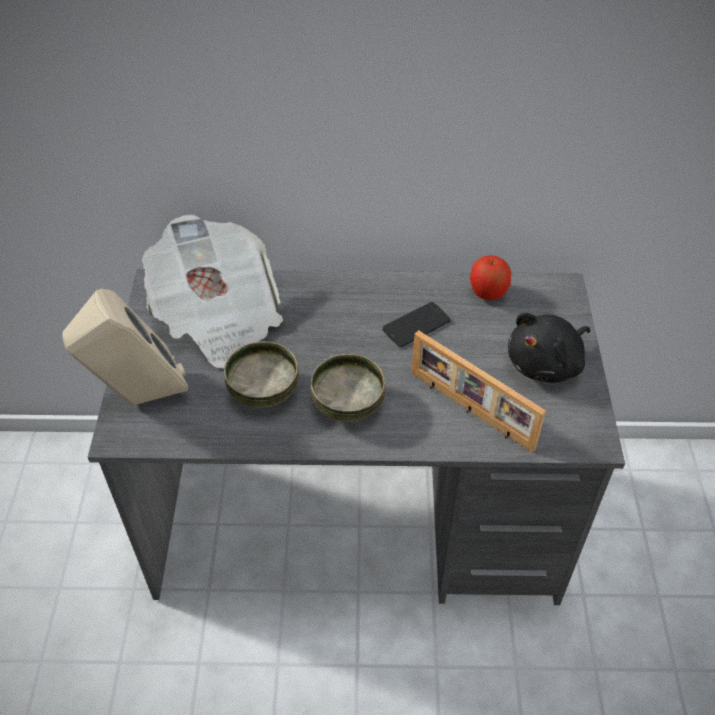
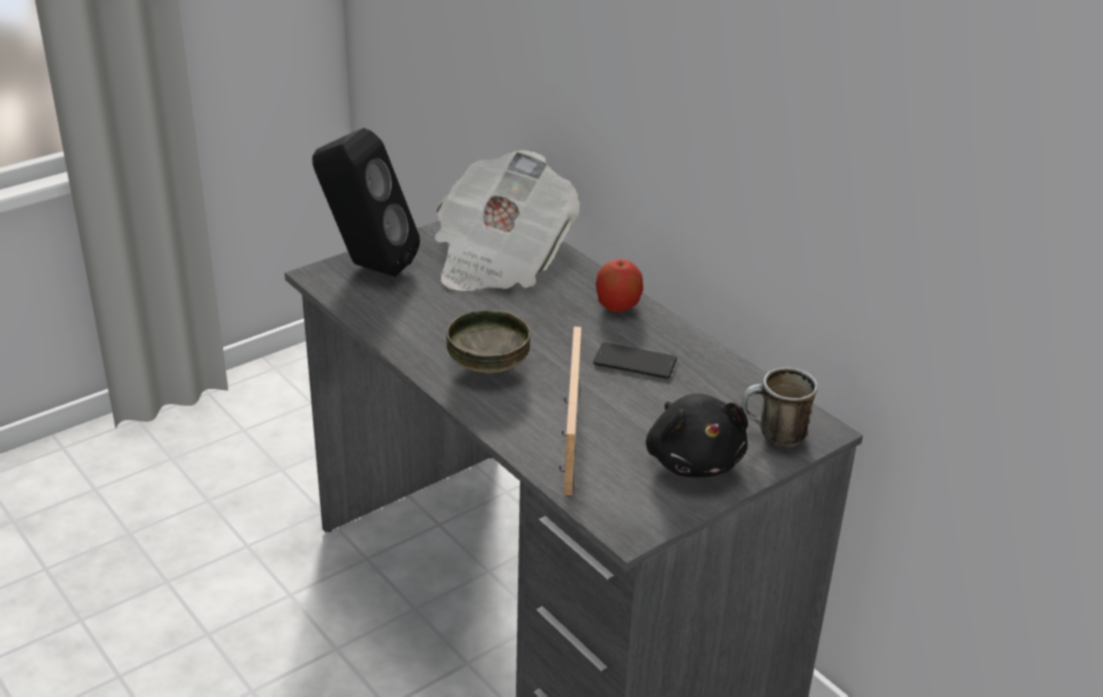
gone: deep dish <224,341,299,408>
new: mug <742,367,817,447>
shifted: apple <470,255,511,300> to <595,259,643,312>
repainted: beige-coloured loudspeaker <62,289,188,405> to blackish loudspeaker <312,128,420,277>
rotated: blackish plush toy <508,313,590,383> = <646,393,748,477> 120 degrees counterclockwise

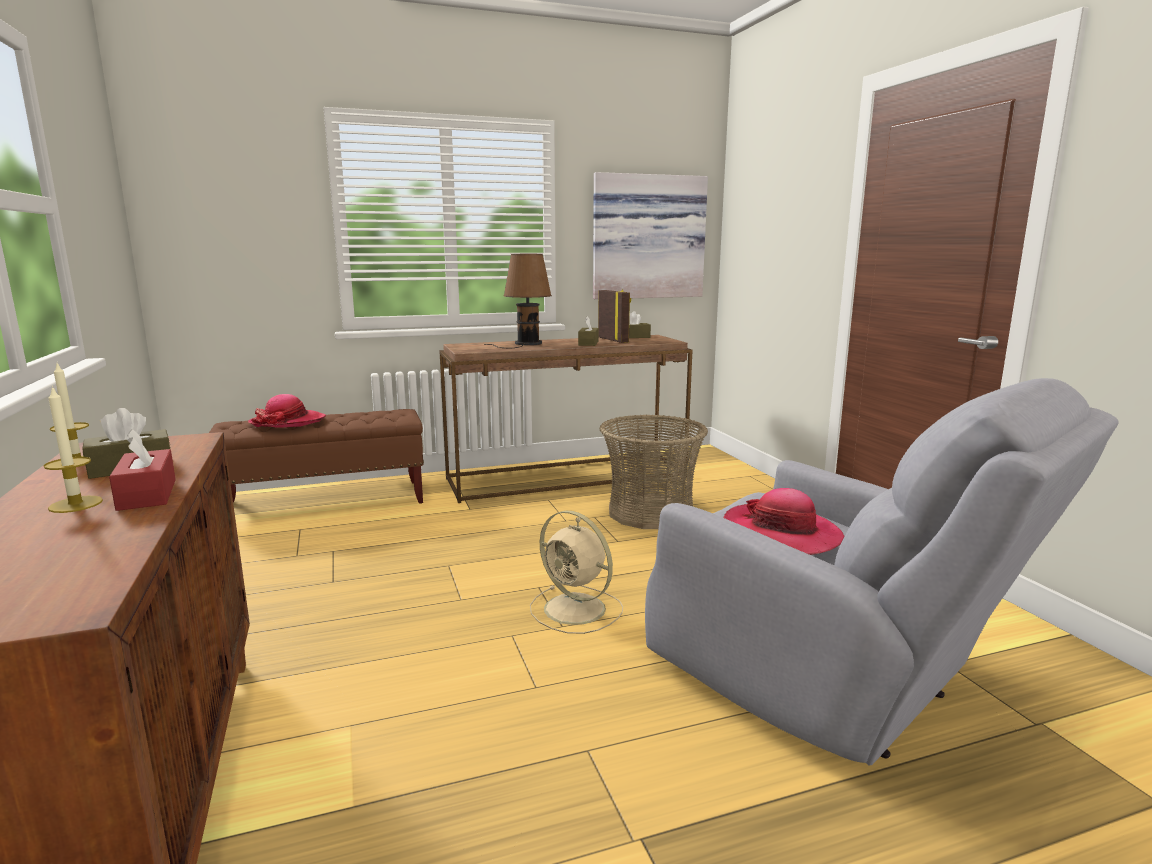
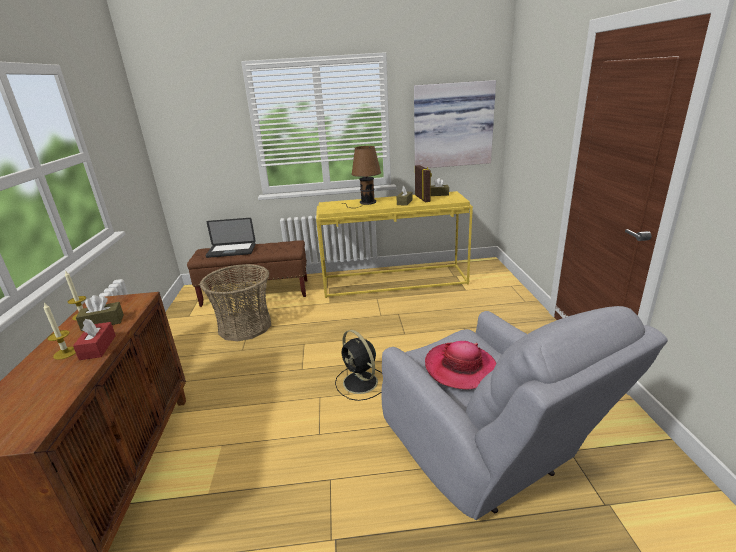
shifted: storage basket <600,414,708,529> to <200,264,271,341>
swapped: clothing hat <248,394,326,428> to portable computer <205,218,256,258>
repainted: brownish hall table <439,335,692,503> to yellowish hall table <316,191,473,298>; beige-coloured fan <530,511,623,634> to blackish fan <335,330,382,401>

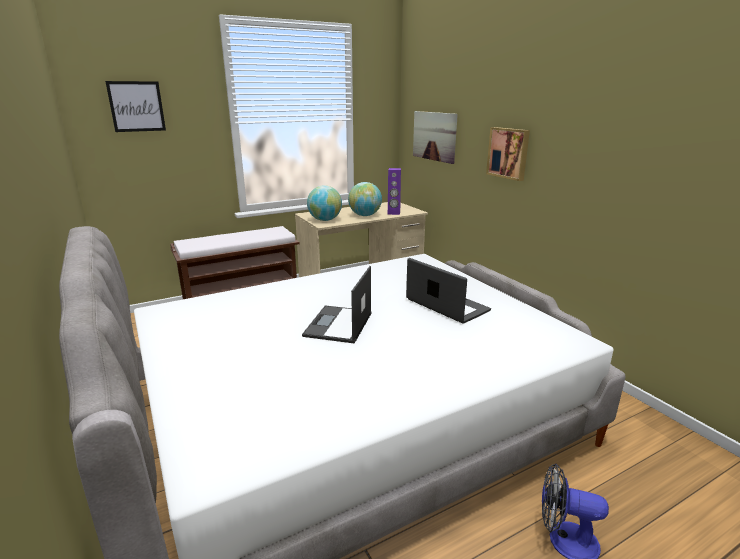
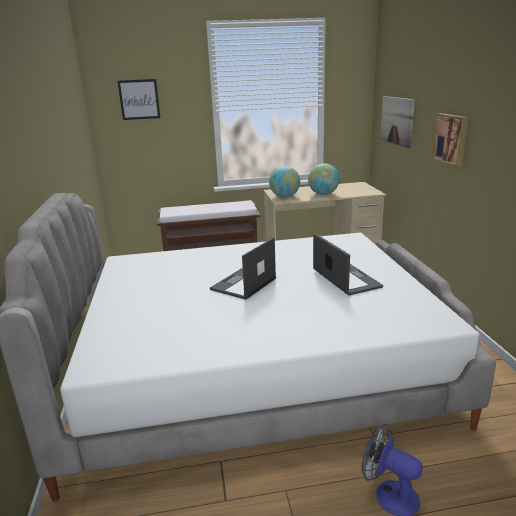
gone: purple-coloured loudspeaker <388,168,401,215>

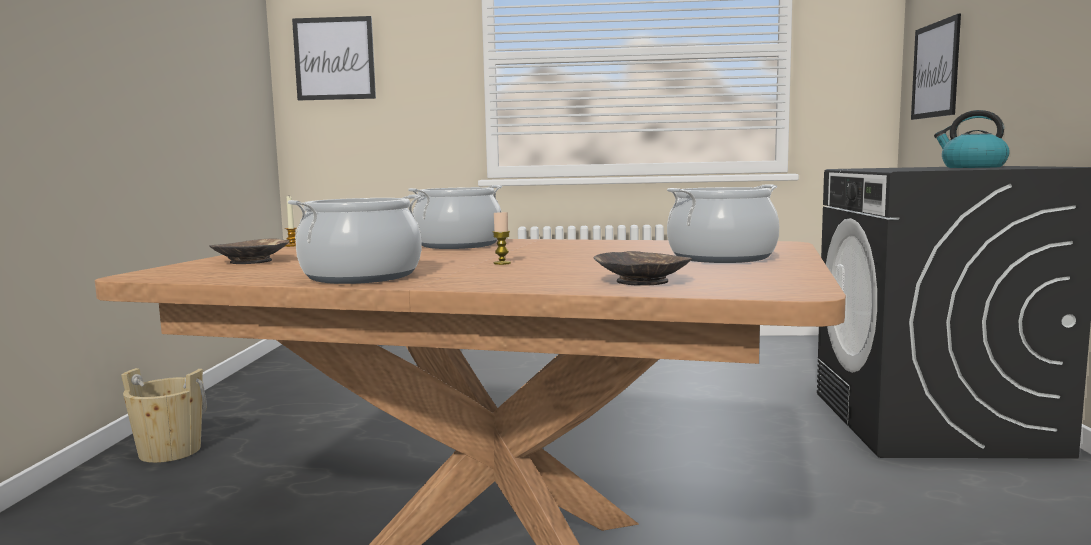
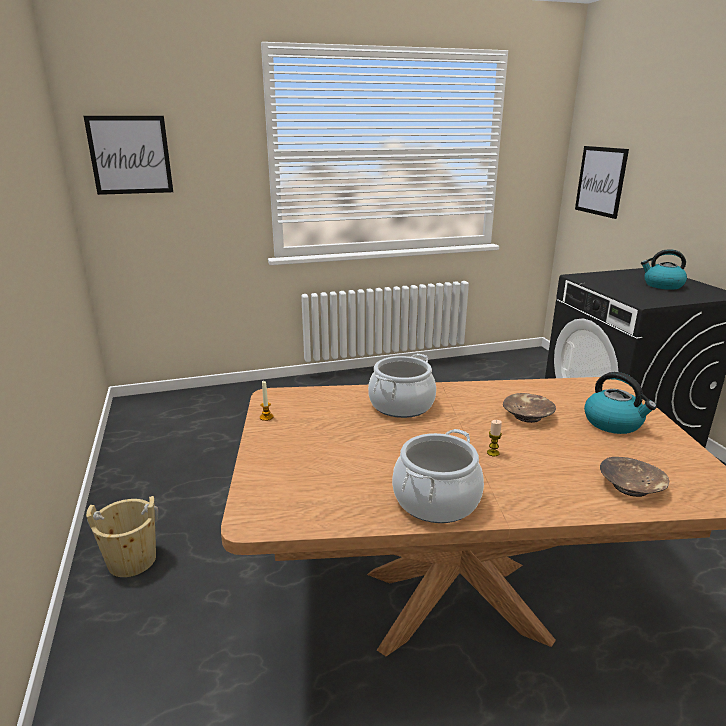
shifted: brownish deep dish <209,238,289,264> to <503,393,556,423>
swapped: stockpot <667,184,779,263> to water kettle <584,372,657,434>

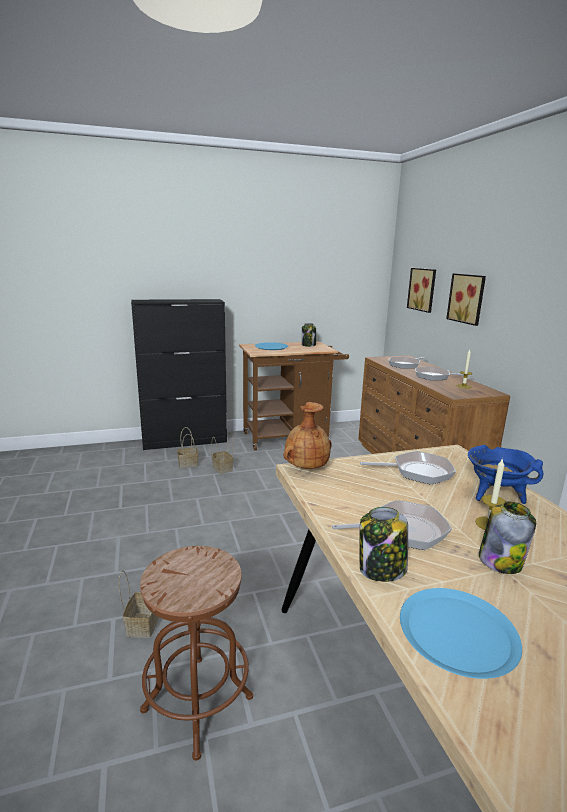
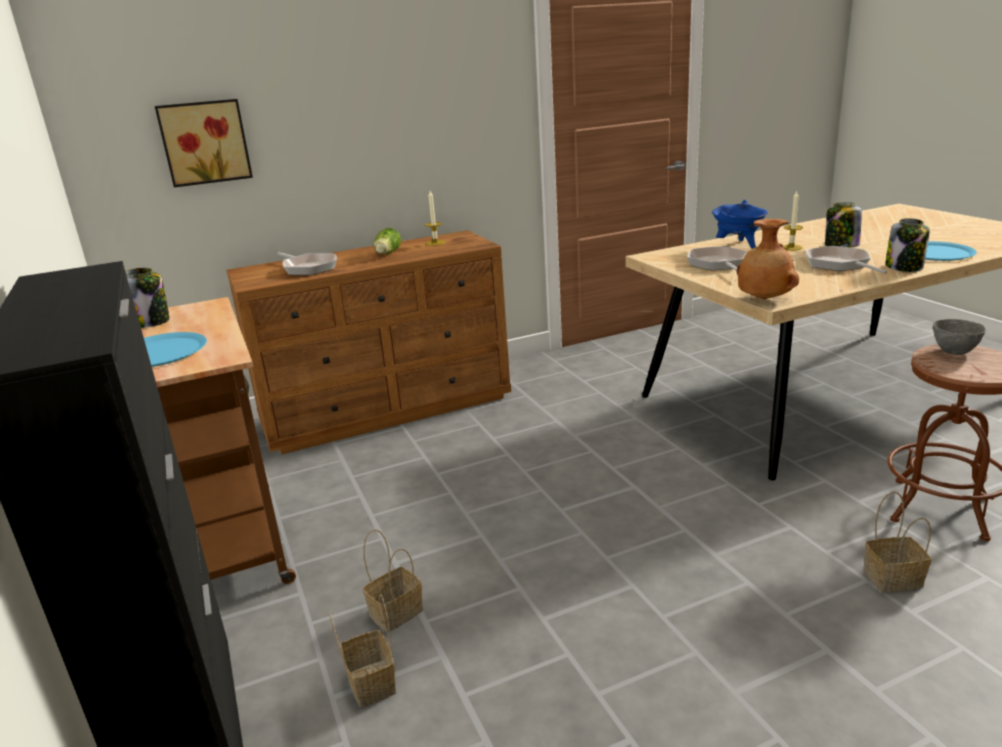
gone: picture <446,273,486,326>
new: gray deep dish <933,319,986,355>
swapped: pan <415,367,473,381> to head of lettuce <374,228,401,255>

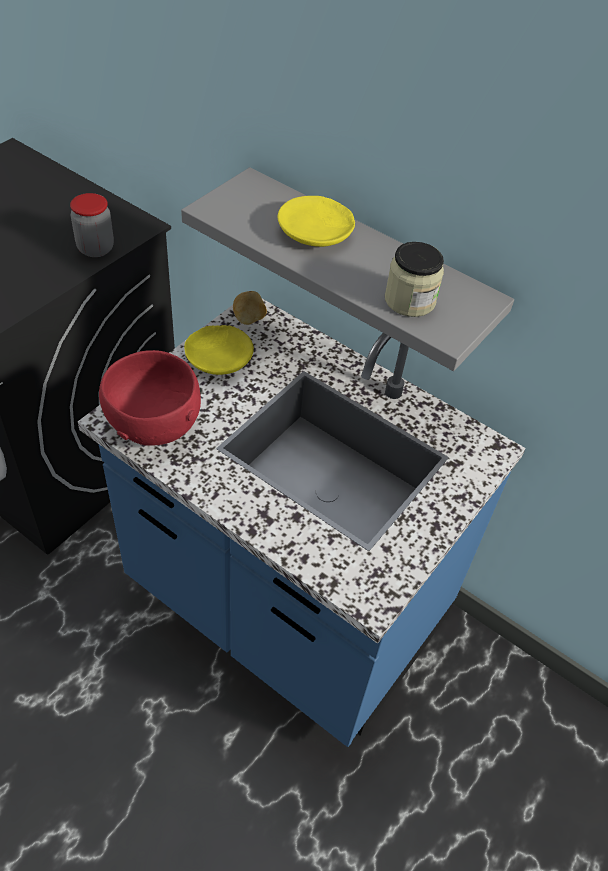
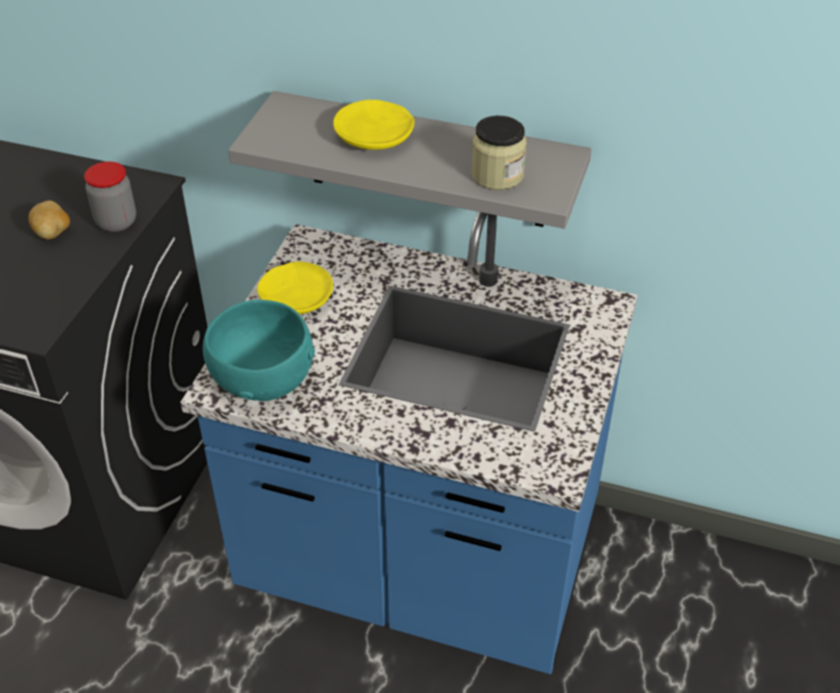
shifted: whole potato <233,291,267,325> to <28,200,70,239>
repainted: red deep dish <99,350,201,446> to turquoise-coloured deep dish <203,300,315,401>

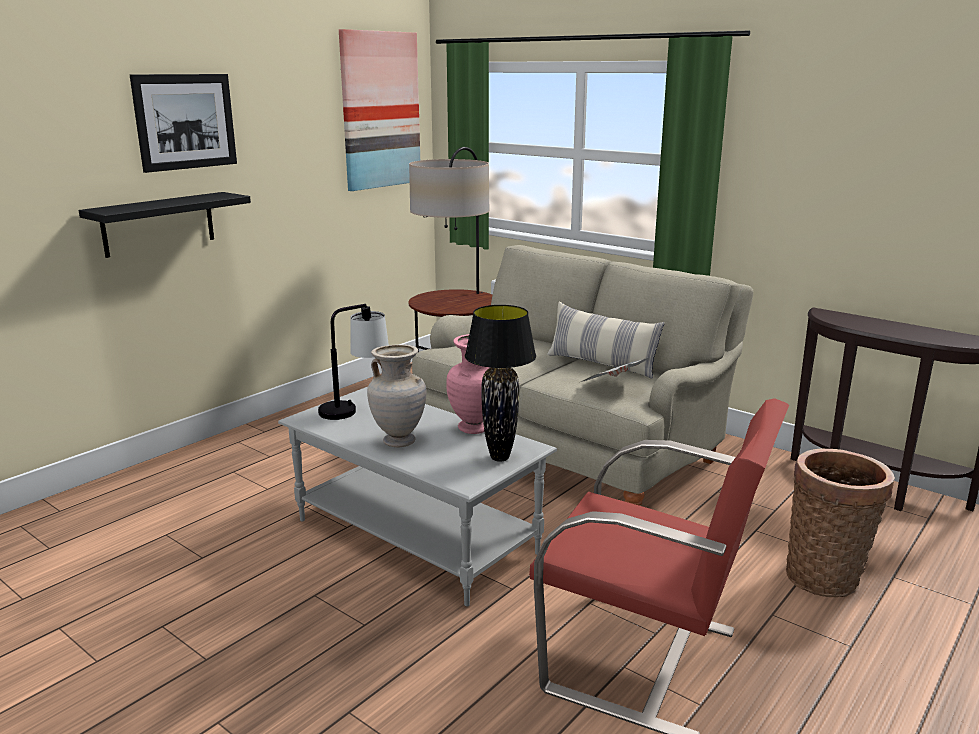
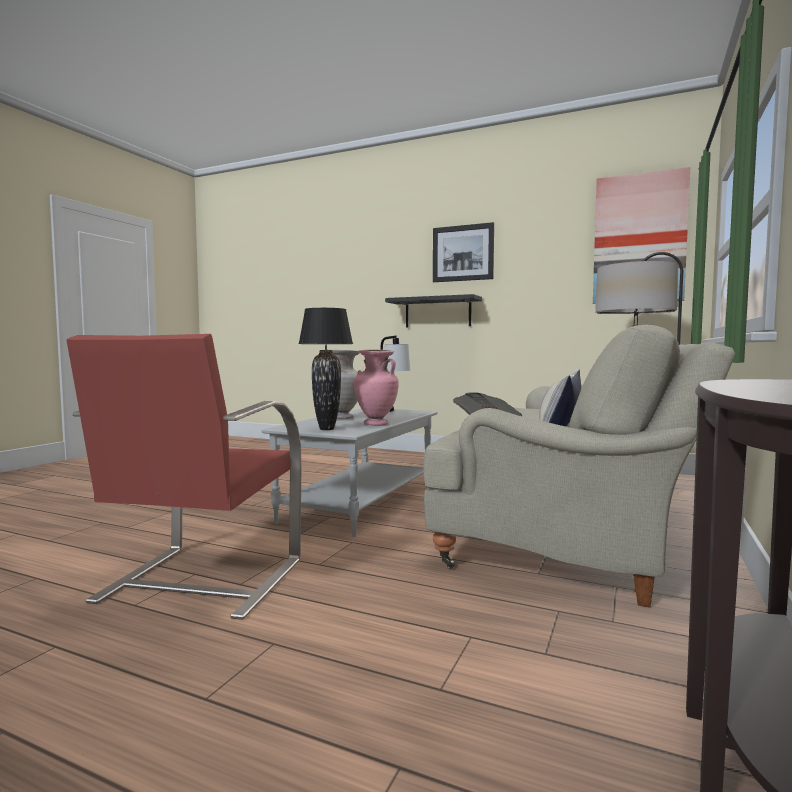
gone: storage basket <786,449,895,598>

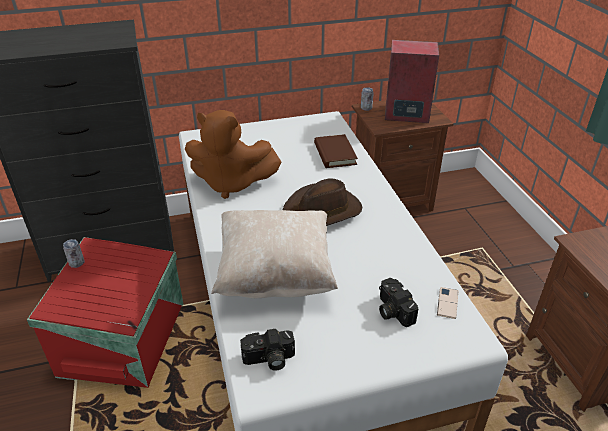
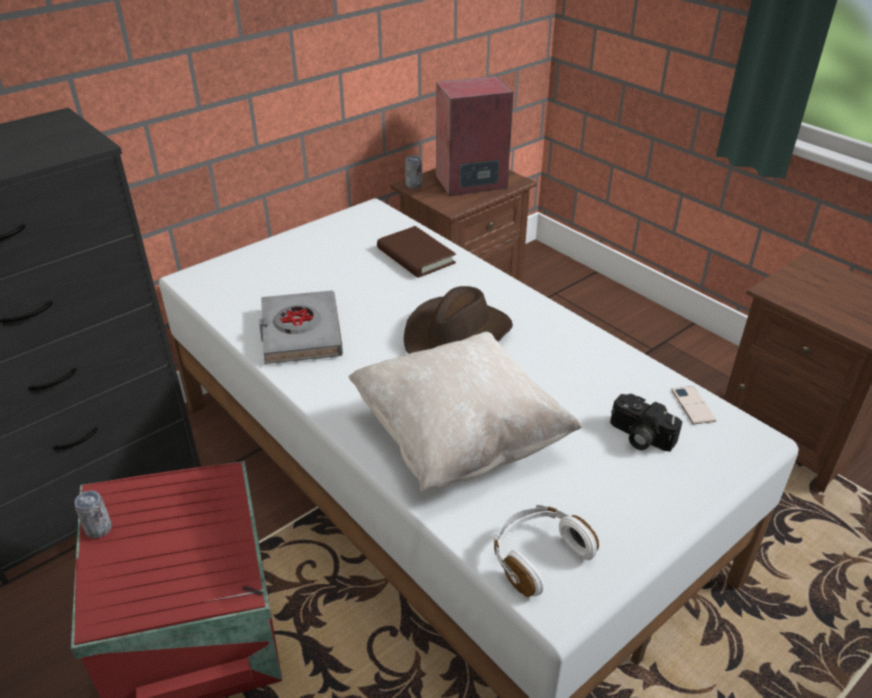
swapped: brownish plush toy <185,110,282,199> to gray book <259,290,343,364>; still camera <240,329,295,371> to white headset <494,505,599,597>

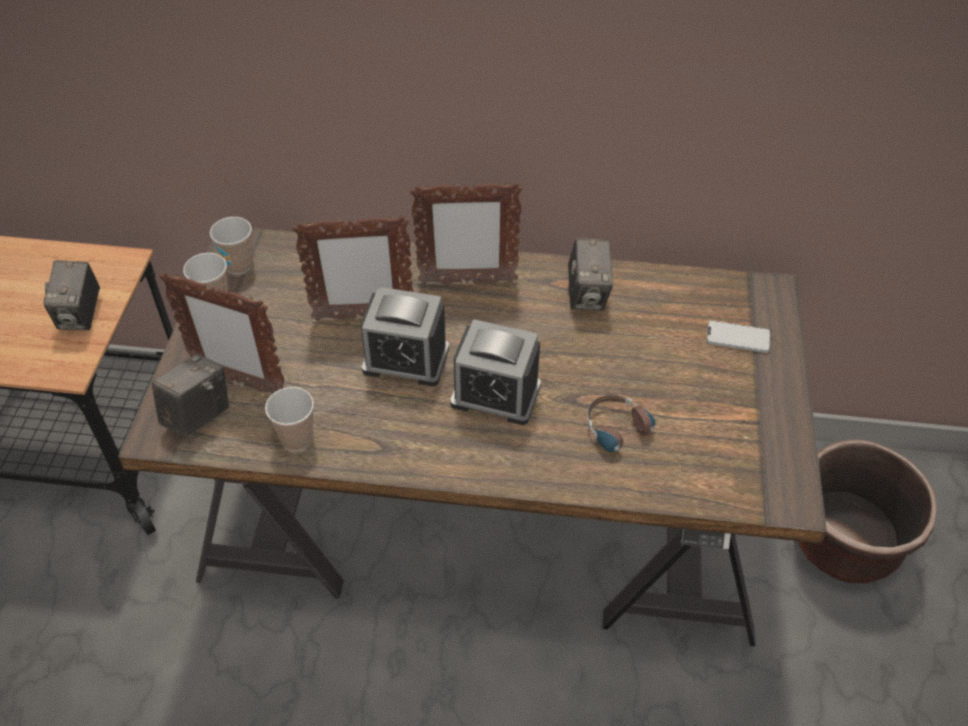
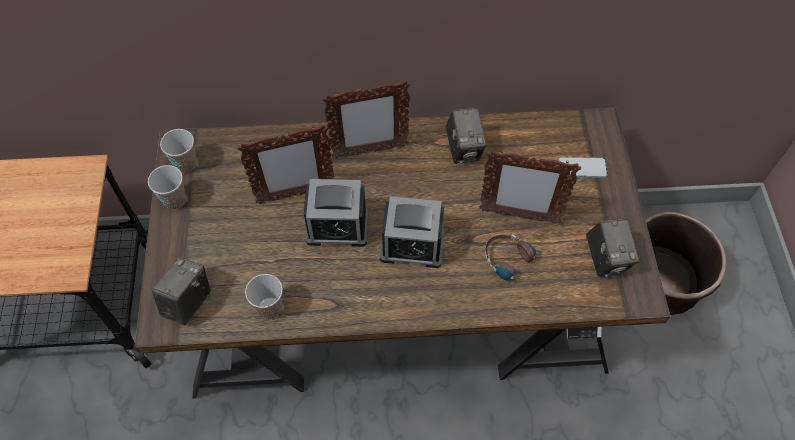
shifted: picture frame <159,272,284,393> to <479,150,581,224>; still camera <44,260,100,330> to <586,218,639,277>

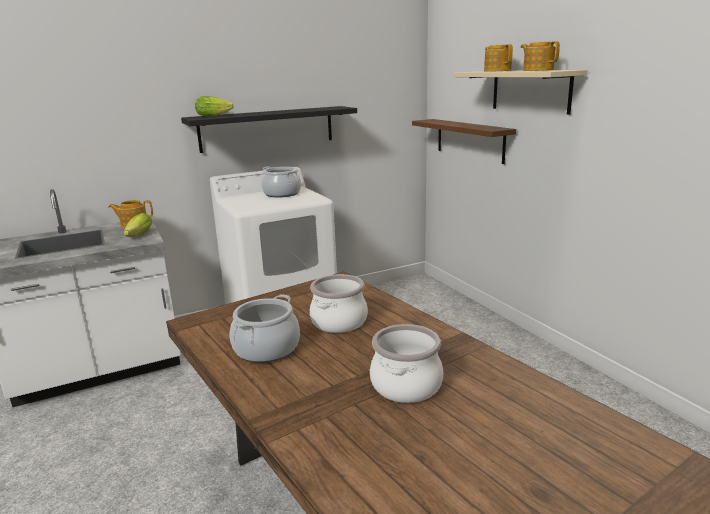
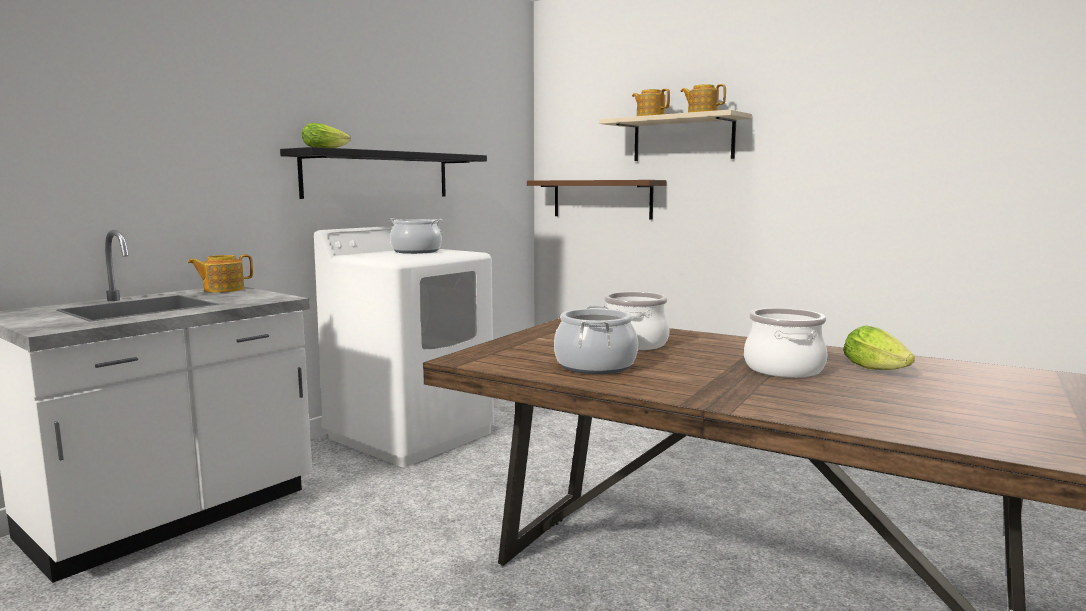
shifted: head of lettuce <124,213,152,237> to <843,325,915,370>

